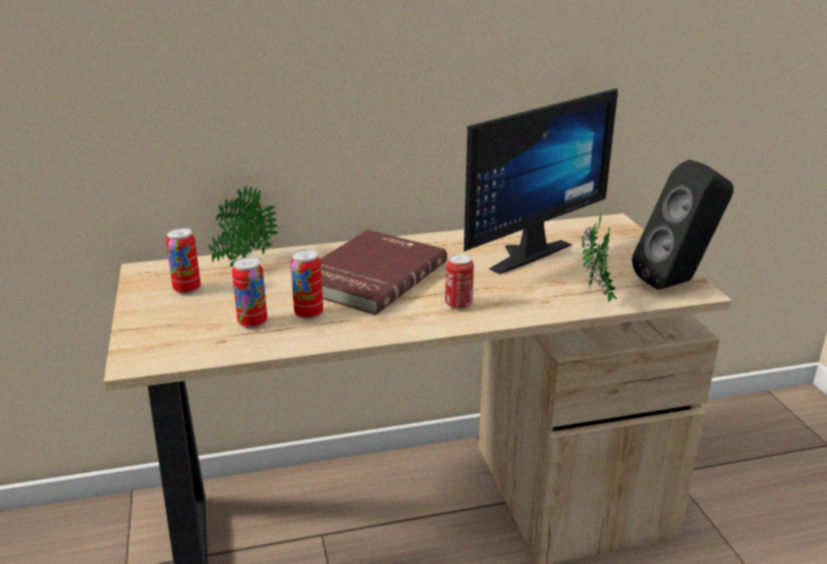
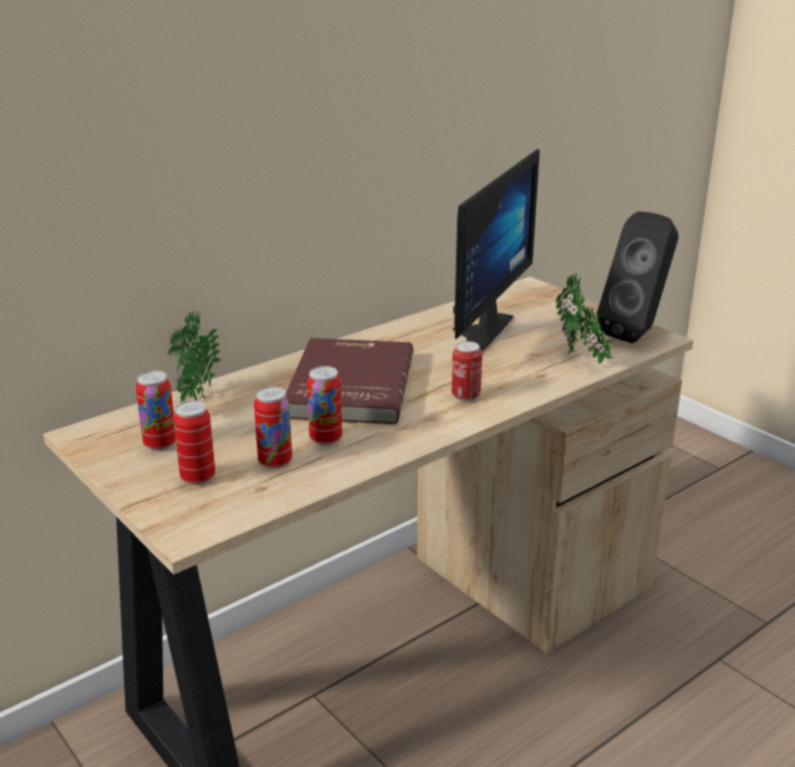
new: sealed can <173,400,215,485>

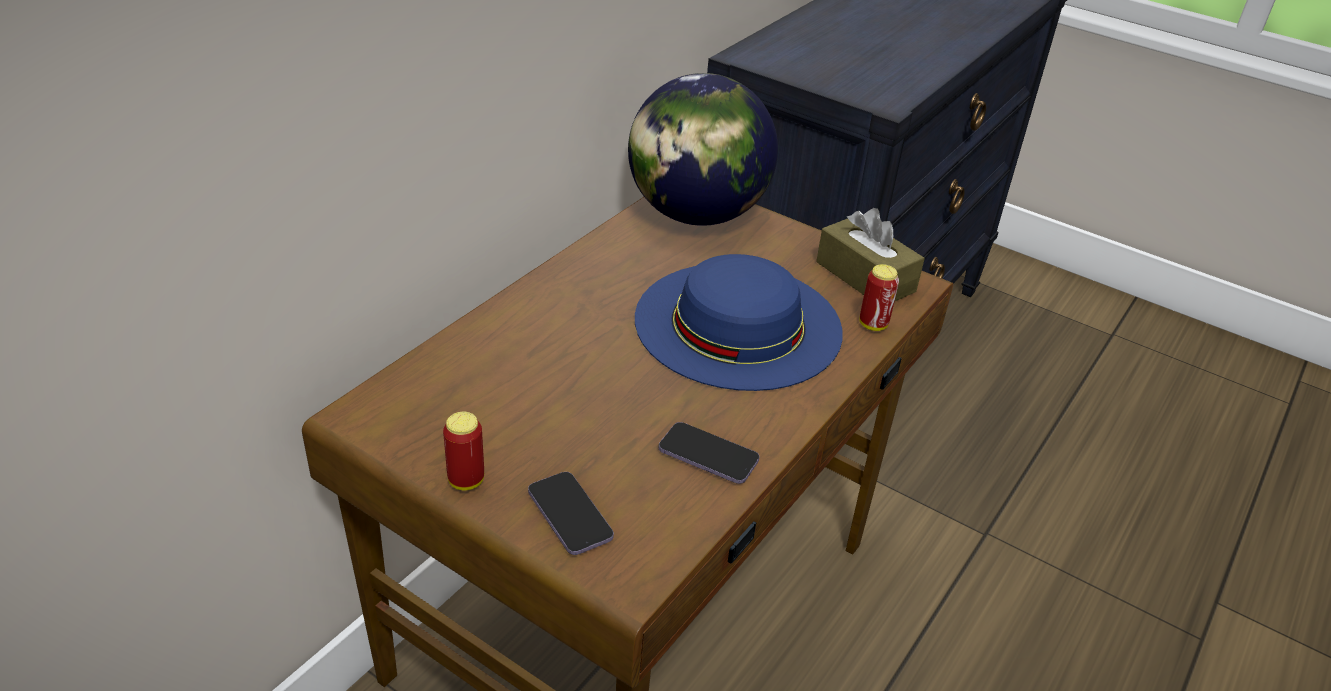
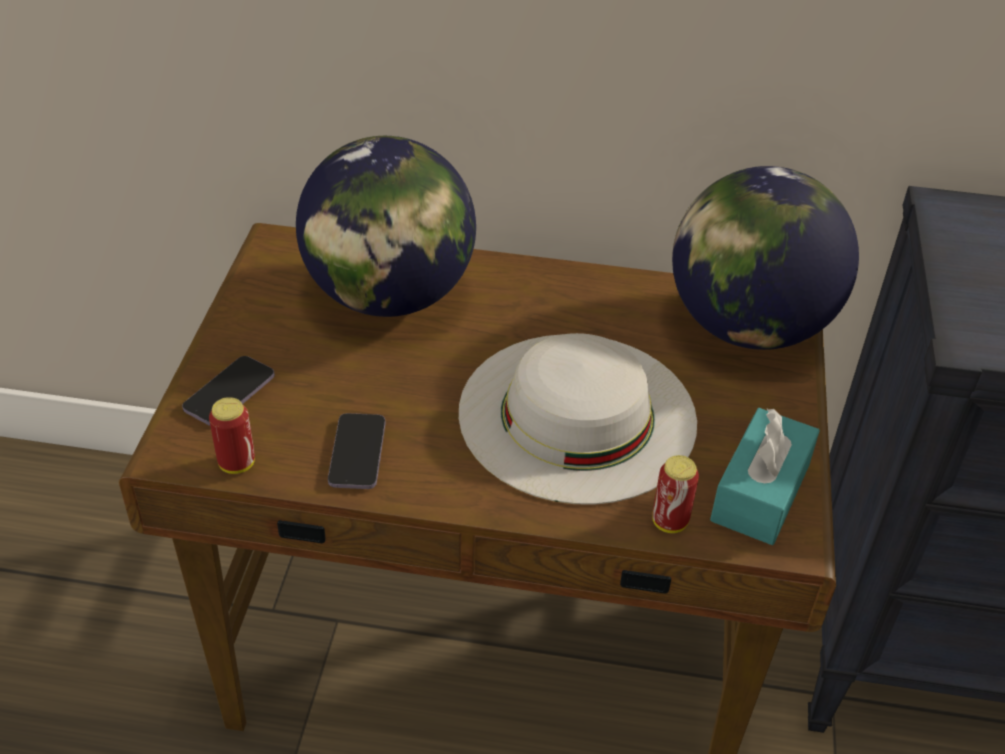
new: desk globe <296,136,476,317>
shifted: sealed can <443,412,484,490> to <209,397,255,474>
repainted: blue clothing hat <635,254,843,391> to white clothing hat <459,333,697,505>; brownish tissue holder <816,208,925,301> to turquoise-coloured tissue holder <710,408,820,545>

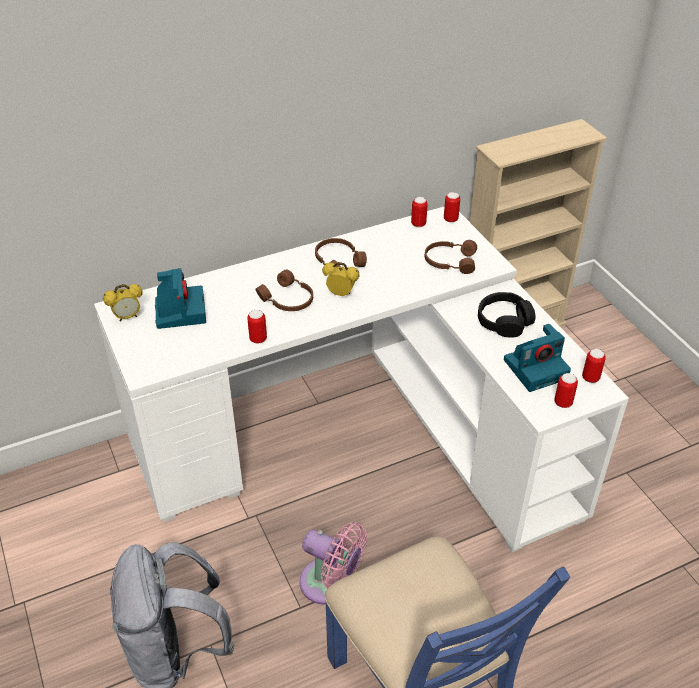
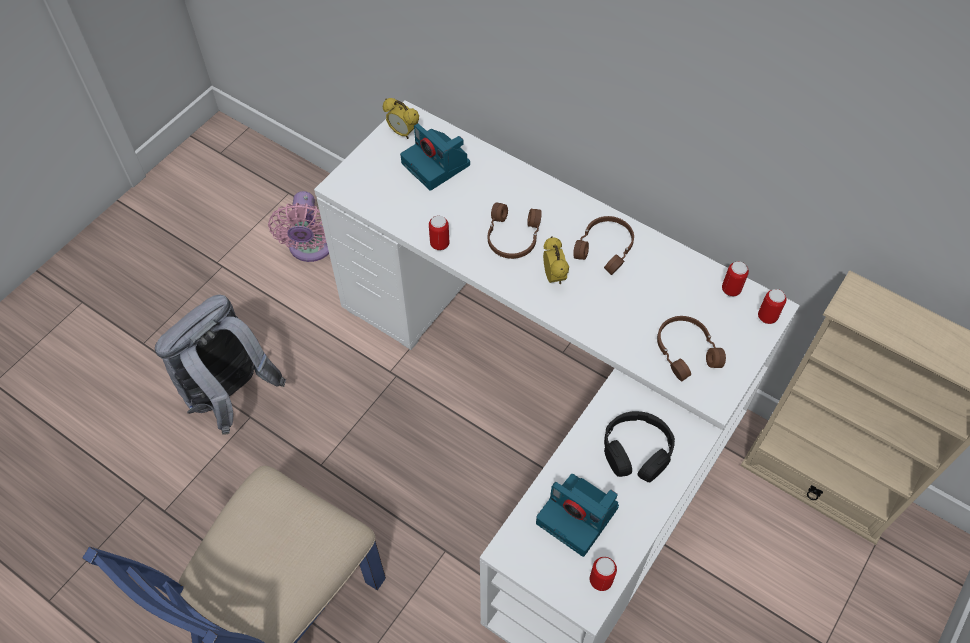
gone: sealed can <554,373,578,408>
shifted: pink fan <300,522,367,605> to <268,191,329,262>
rotated: still camera <155,268,206,329> = <400,123,470,191> 90 degrees clockwise

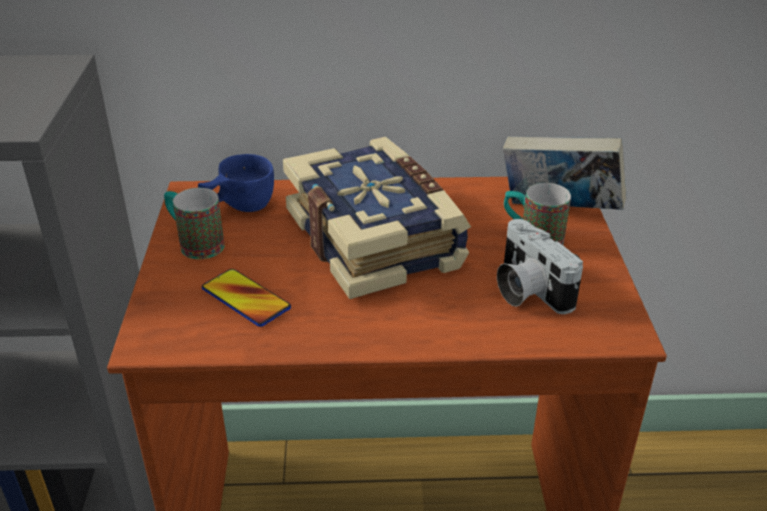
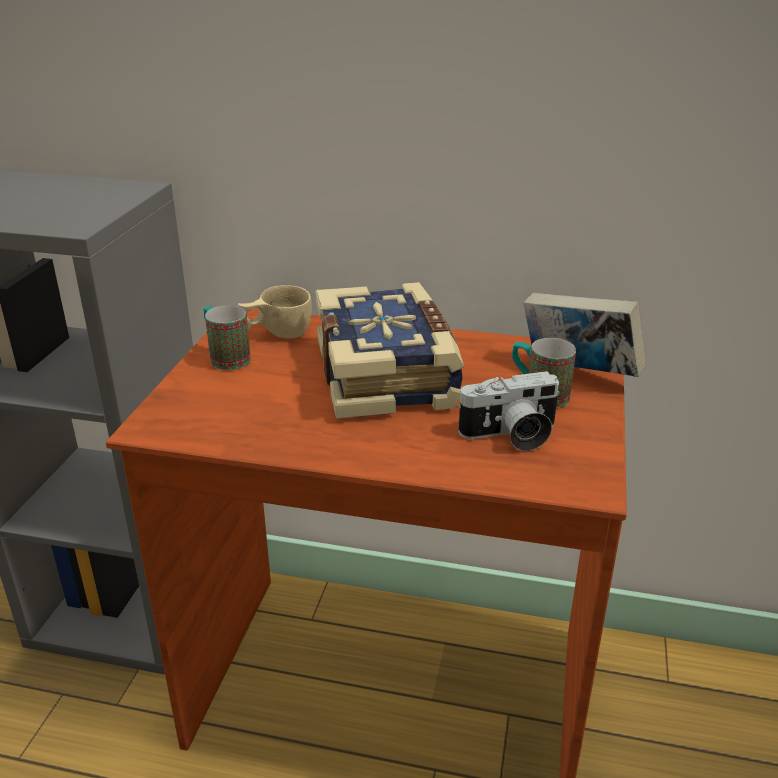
gone: phone <202,269,291,327>
repainted: blue cup <198,154,274,212> to beige-coloured cup <238,285,312,339>
rotated: still camera <497,219,583,314> = <456,371,560,451> 90 degrees counterclockwise

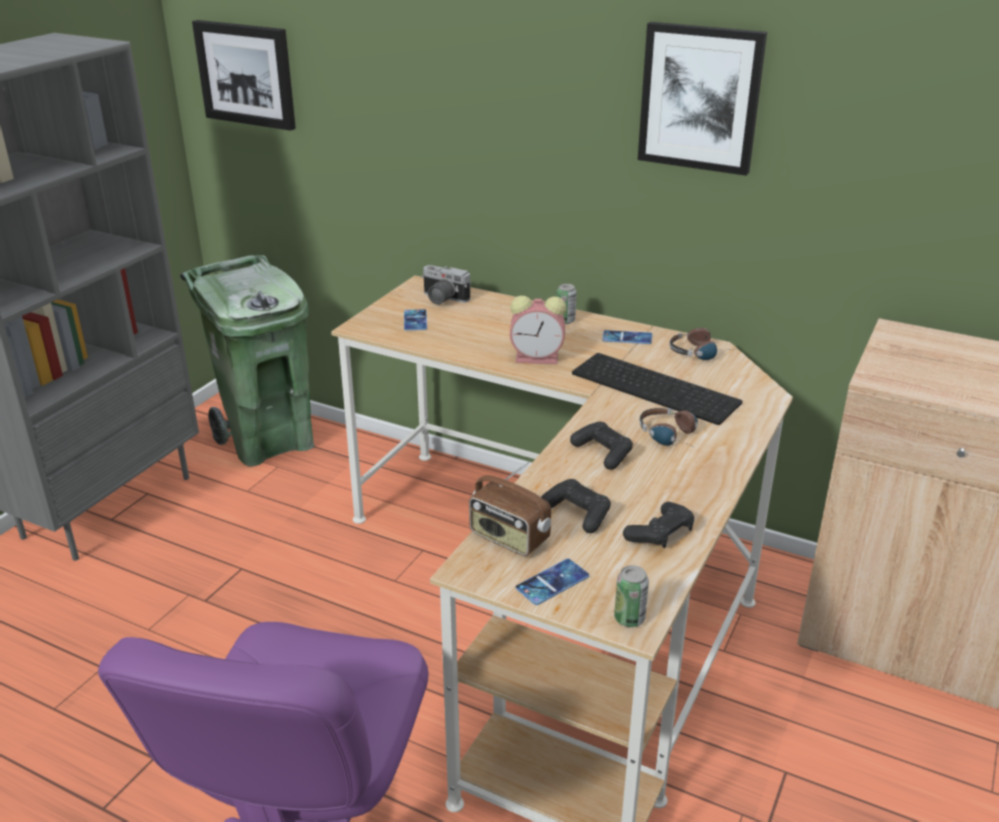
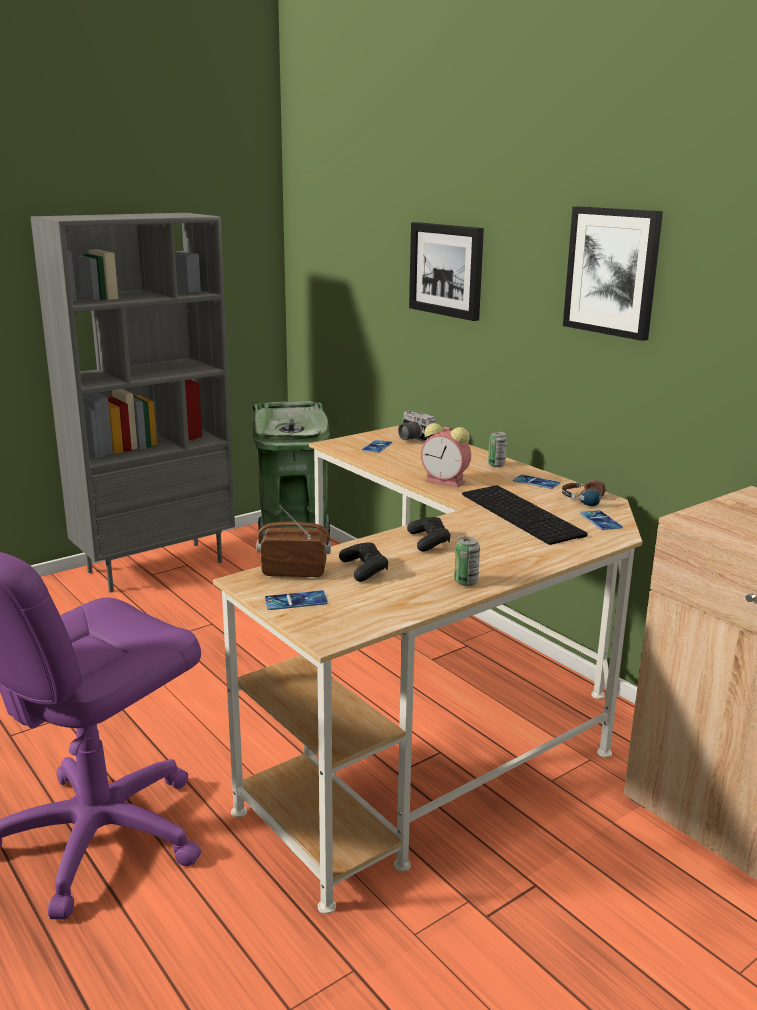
gone: blackish gamepad <623,501,694,548>; headset <639,408,698,446>
new: phone <580,511,623,530>
shifted: picture <192,20,296,131> to <409,222,484,321>; sealed can <614,565,649,627> to <454,537,480,586>
rotated: radio receiver <469,462,551,556> = <256,505,331,577> 120 degrees clockwise

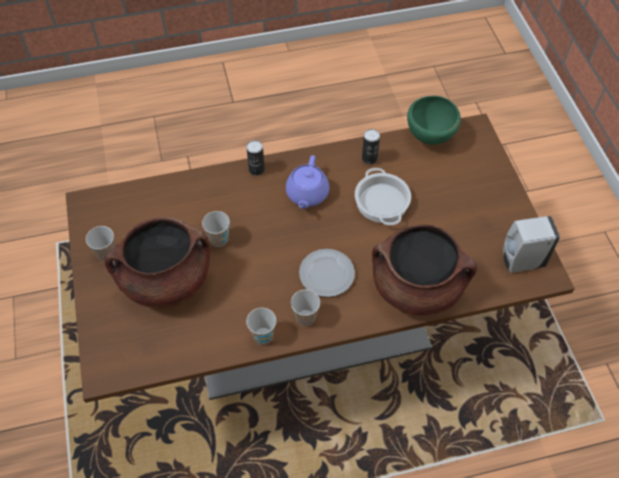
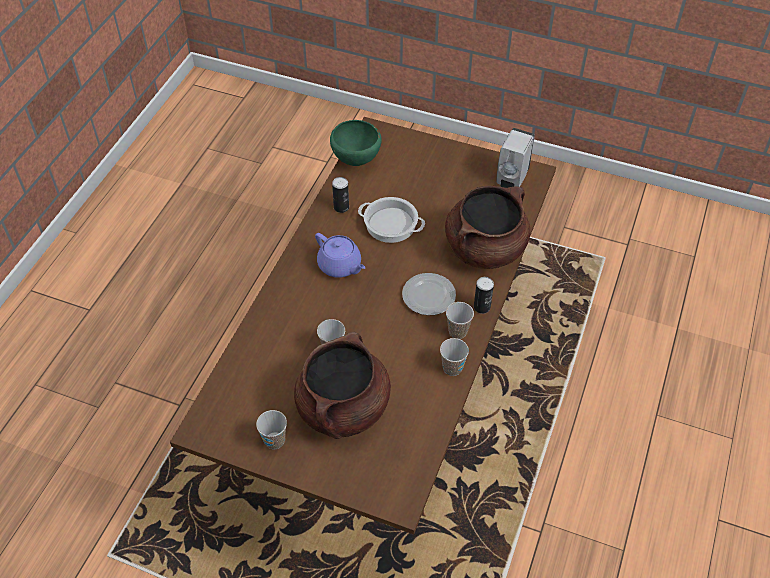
shifted: sealed can <247,140,265,176> to <474,277,494,314>

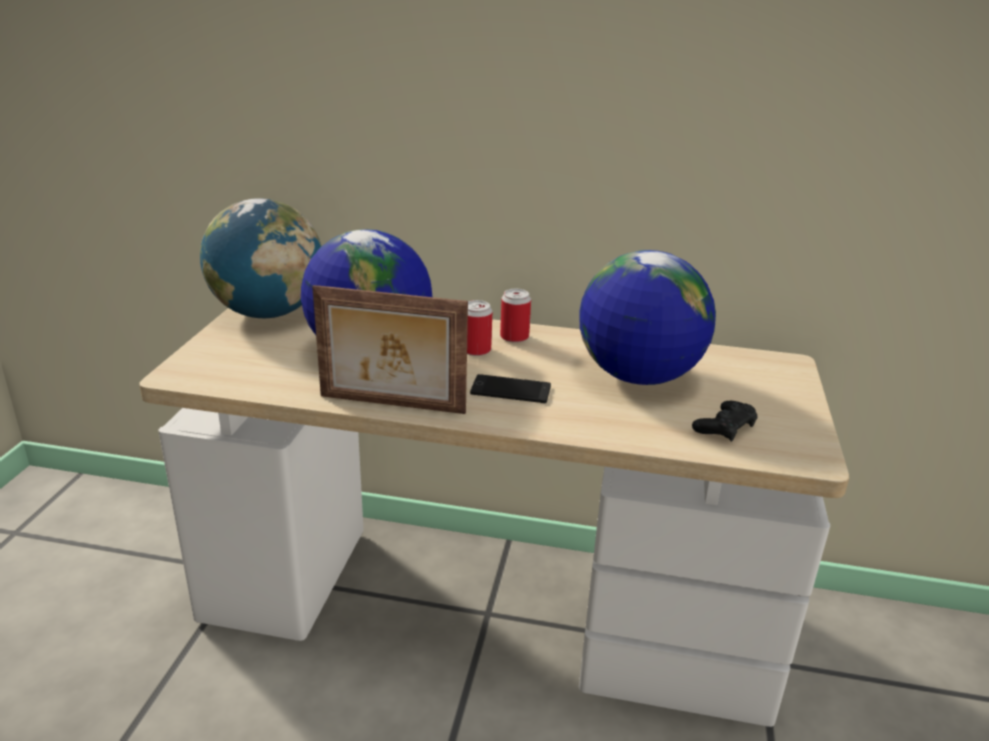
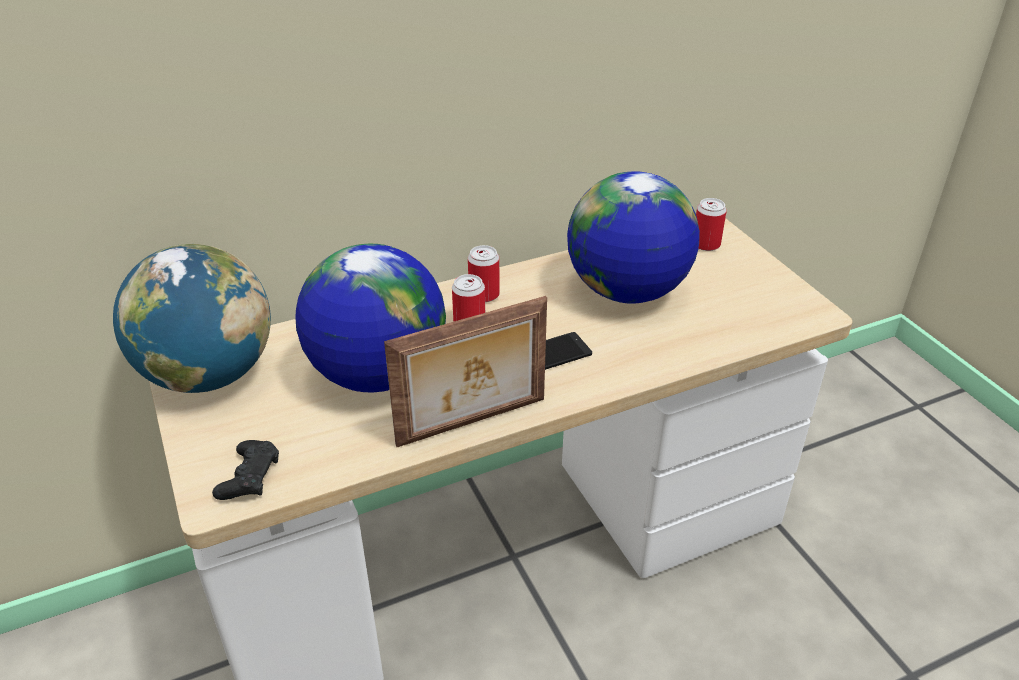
new: sealed can <696,198,727,251>
shifted: blackish gamepad <692,401,758,442> to <212,440,279,500>

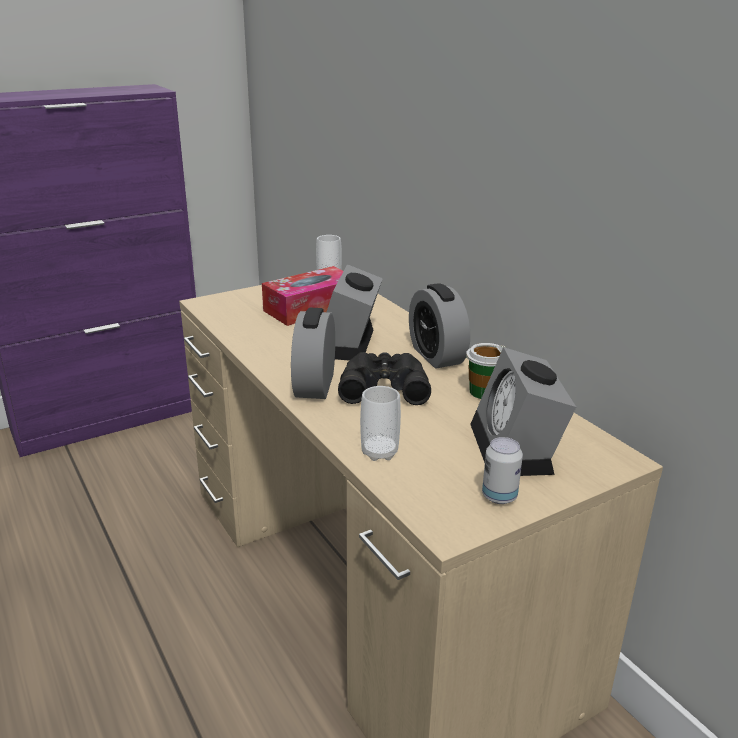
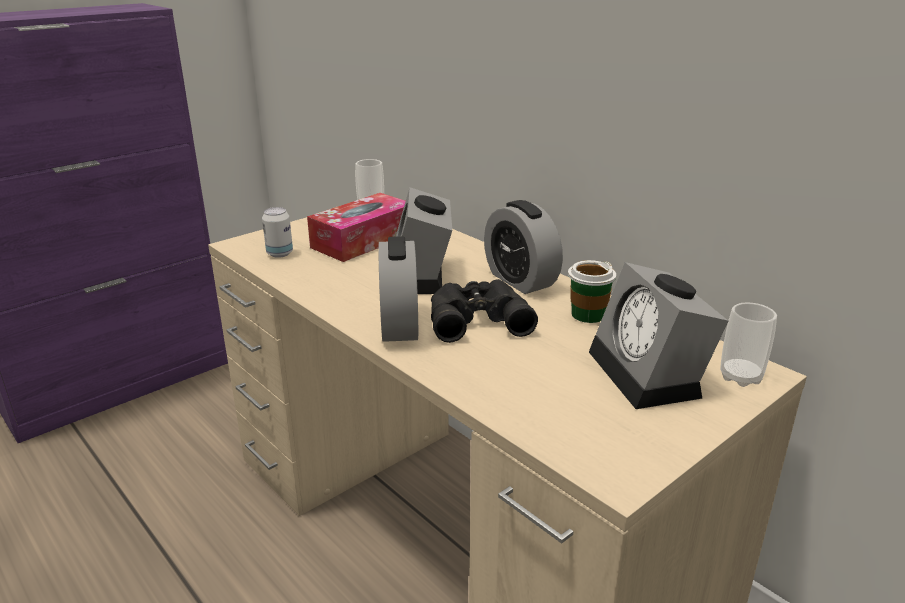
shifted: sealed can <482,437,523,504> to <262,207,293,258>; cup <360,386,401,461> to <720,302,777,387>

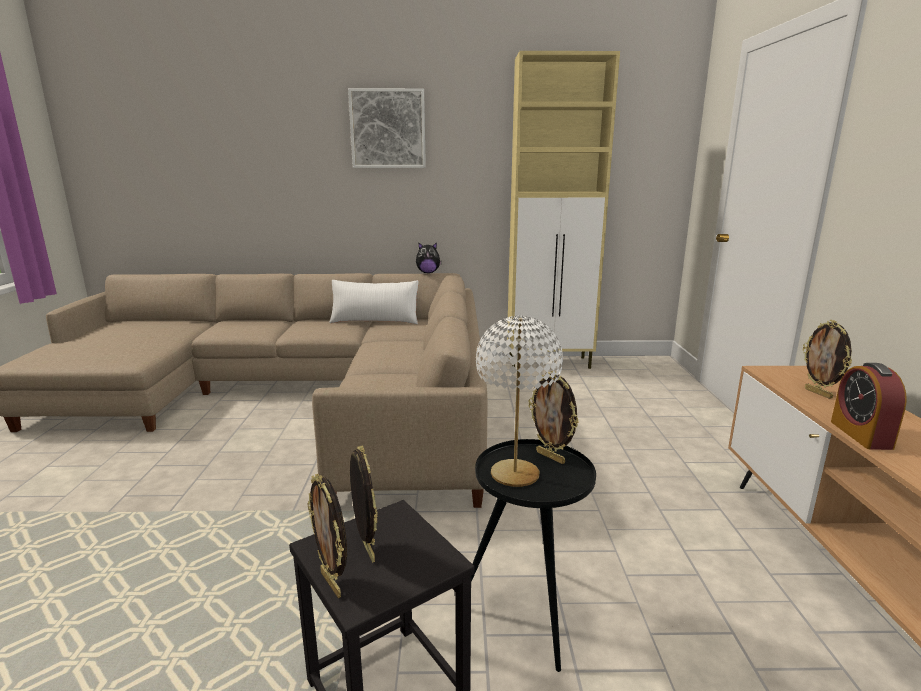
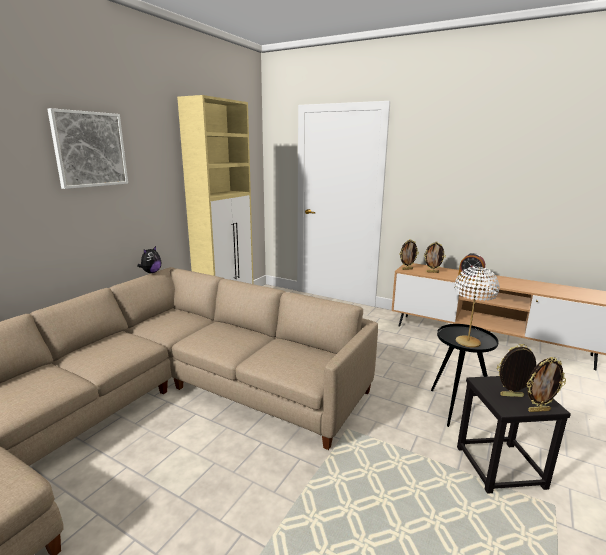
gone: white throw pillow <329,280,419,324>
shifted: picture frame <528,371,579,464> to <400,239,419,270>

